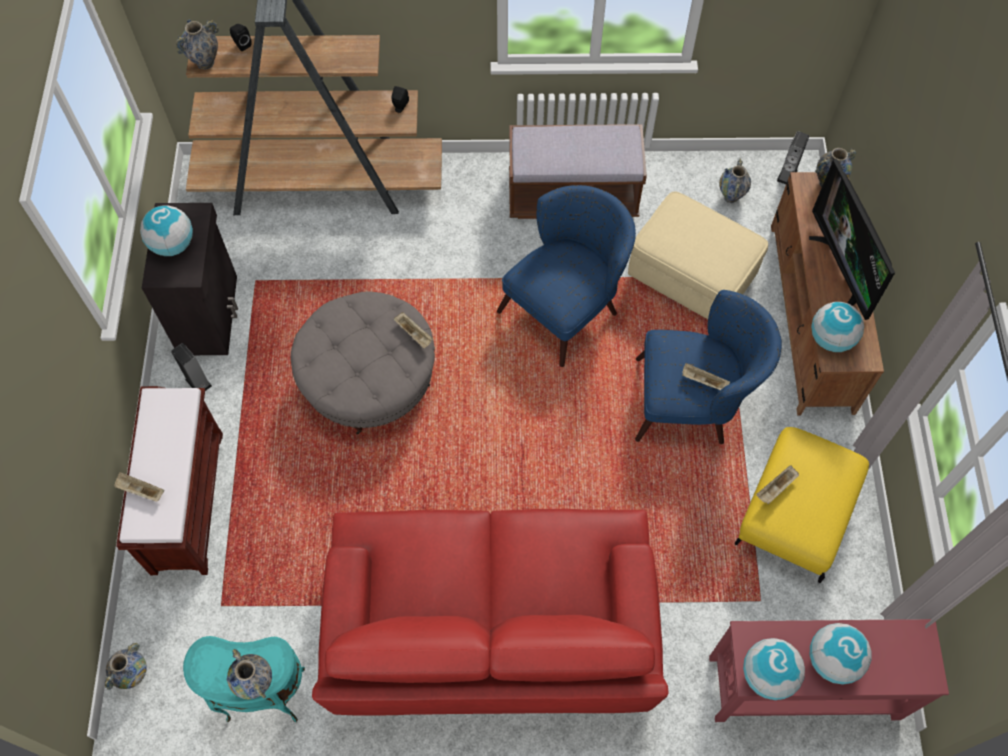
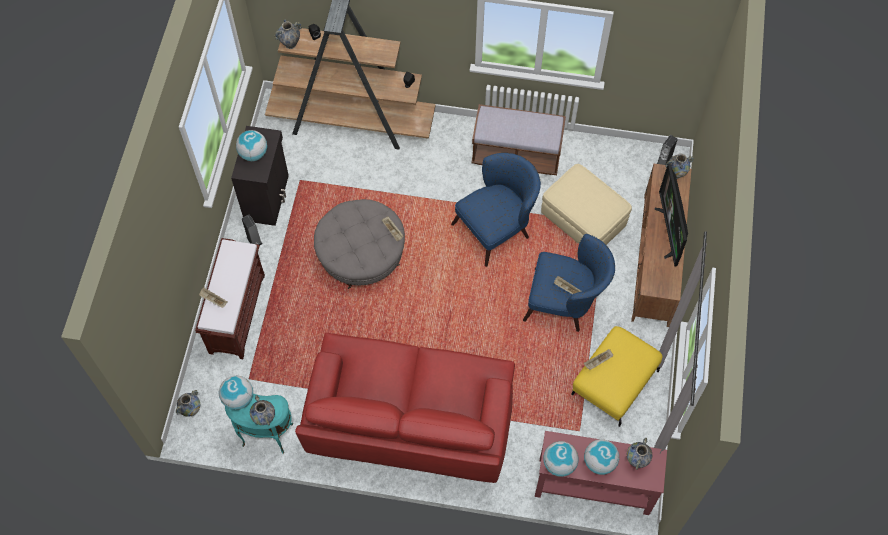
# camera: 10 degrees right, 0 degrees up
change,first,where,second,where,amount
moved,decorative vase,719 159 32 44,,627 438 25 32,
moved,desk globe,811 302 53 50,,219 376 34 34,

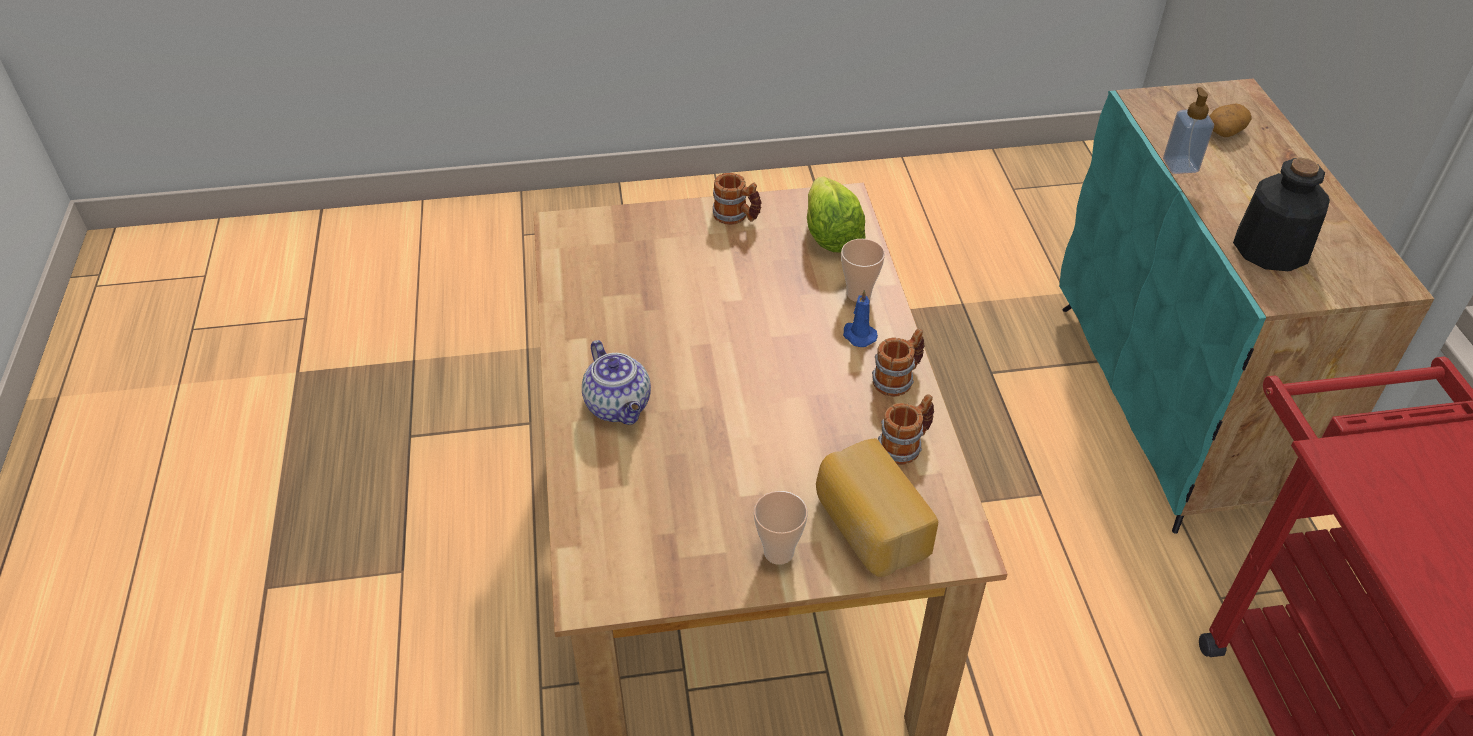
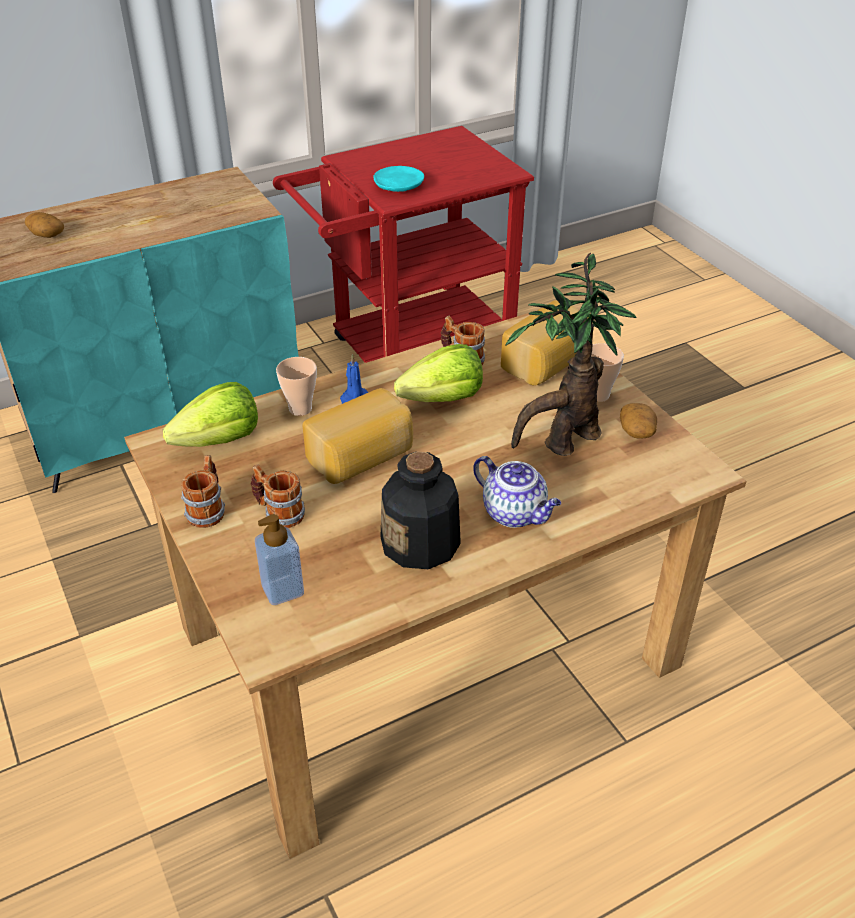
# camera: 110 degrees left, 5 degrees down
change,first,where,second,where,amount
turned,tea pot,582 340 69 85,,473 456 88 72,90 degrees clockwise
moved,coffee mug,872 328 52 69,,251 464 54 64,
moved,soap dispenser,1163 87 51 87,,255 514 49 91,
moved,bottle,1233 158 97 113,,380 451 81 118,
added,,,bread,303 388 110 96,
added,,,turquoise flat dish,373 166 51 26,
added,,,head of lettuce,394 344 89 58,
added,,,houseplant,506 252 130 204,
added,,,whole potato,620 403 37 36,

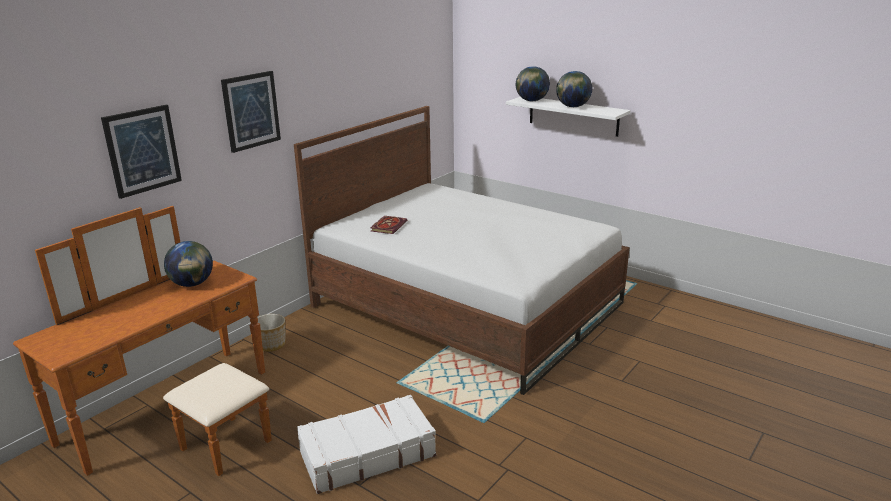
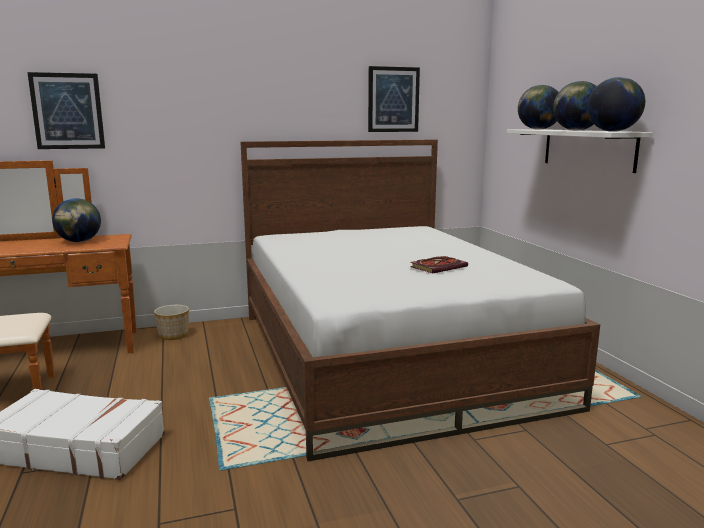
# camera: 35 degrees right, 10 degrees down
change,first,where,second,where,amount
moved,picture,221 71 60 82,,368 66 52 66,
moved,book,371 216 36 18,,410 256 58 18,
added,,,desk globe,587 77 58 55,

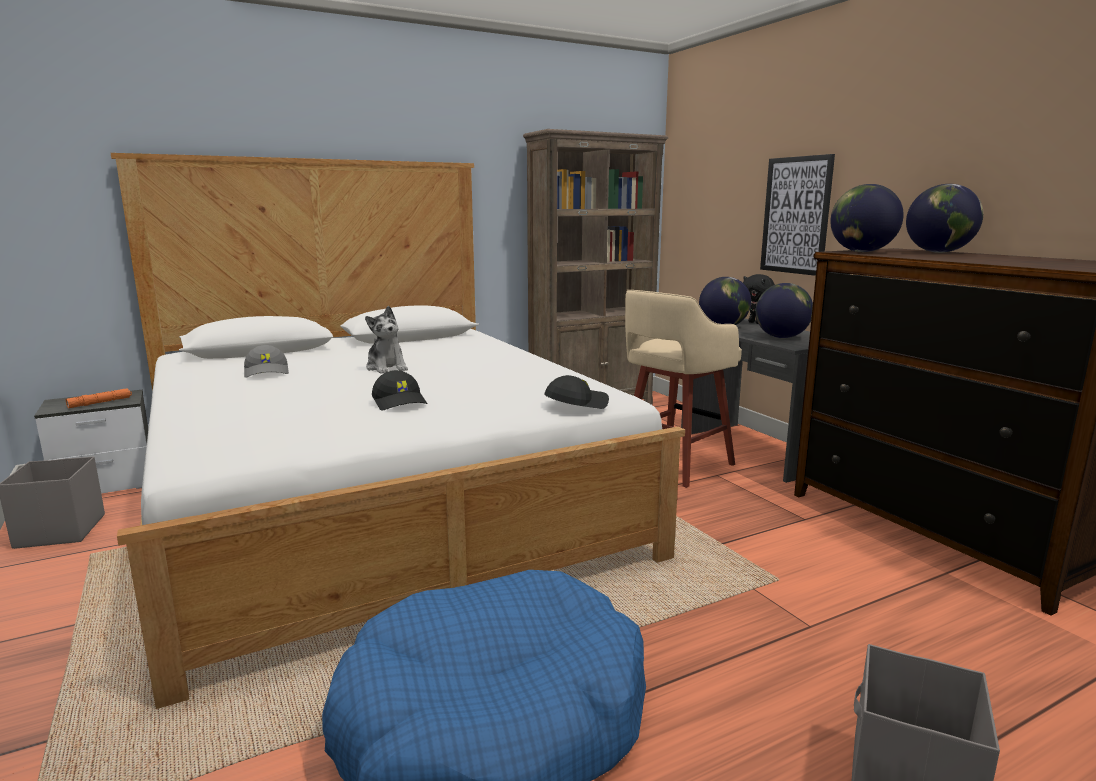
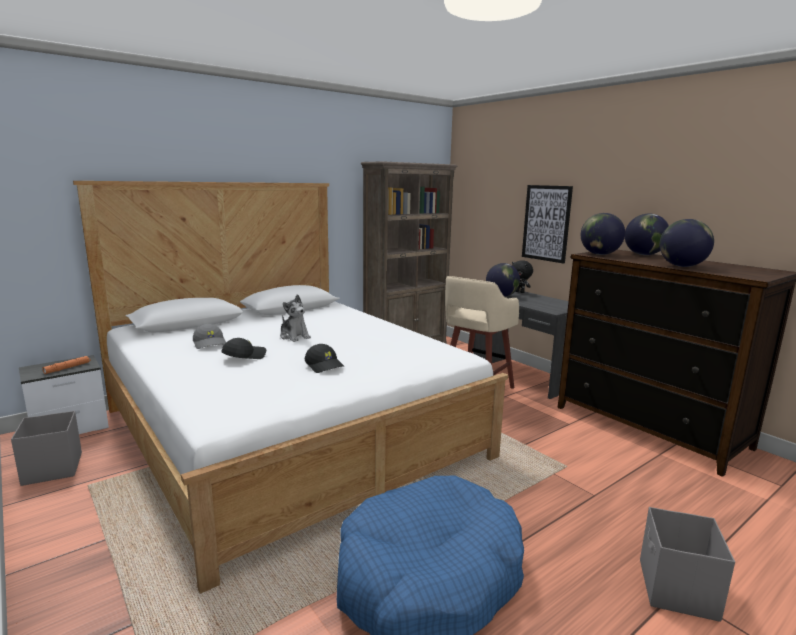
# camera: 10 degrees left, 0 degrees up
change,first,where,second,where,amount
moved,black cap,544 375 65 34,,221 338 45 21,
moved,desk globe,756 283 57 55,,660 219 54 48,

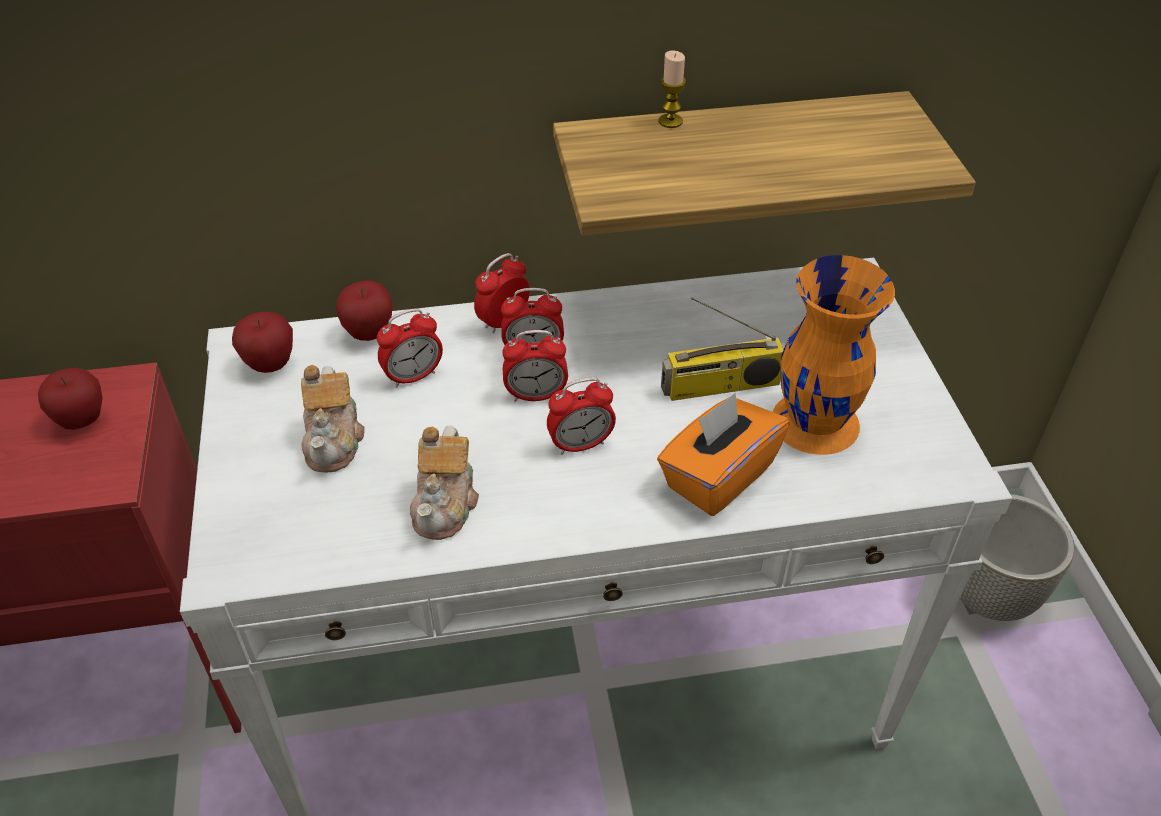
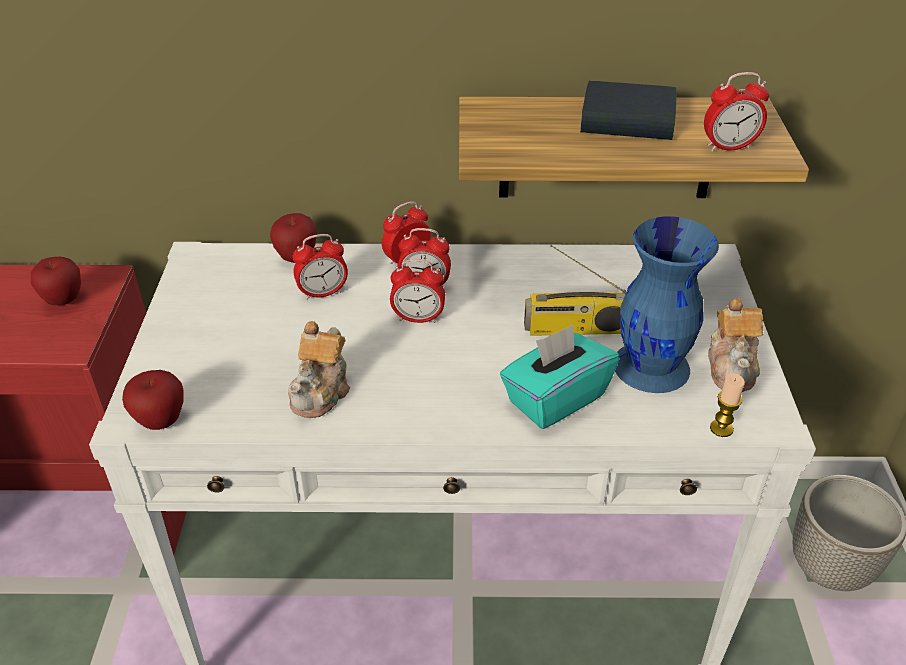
# camera: 10 degrees right, 5 degrees down
change,first,where,second,where,amount
moved,whole apple,232 312 61 61,,122 370 62 60,
moved,tea pot,301 365 64 107,,708 298 55 94,
moved,bedside clock,547 378 69 77,,704 72 65 80,
recoloured,orange-coloured tissue holder,657 393 133 123,turquoise tissue holder,500 324 119 105,
moved,wax light,659 50 27 78,,710 373 35 64,
recoloured,orange-coloured decorative vase,773 255 122 200,blue decorative vase,615 216 104 177,
added,,,book,580 81 97 59,

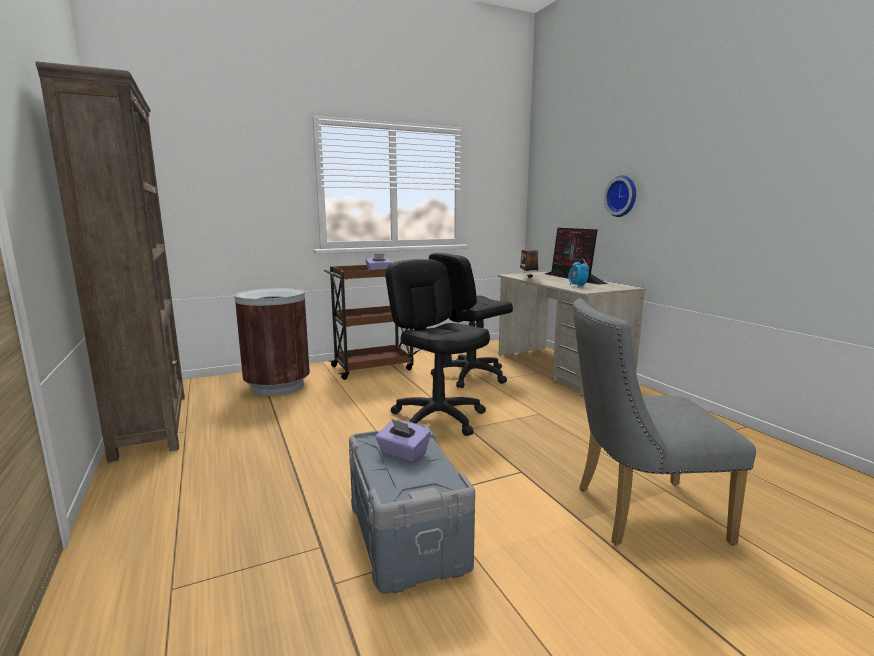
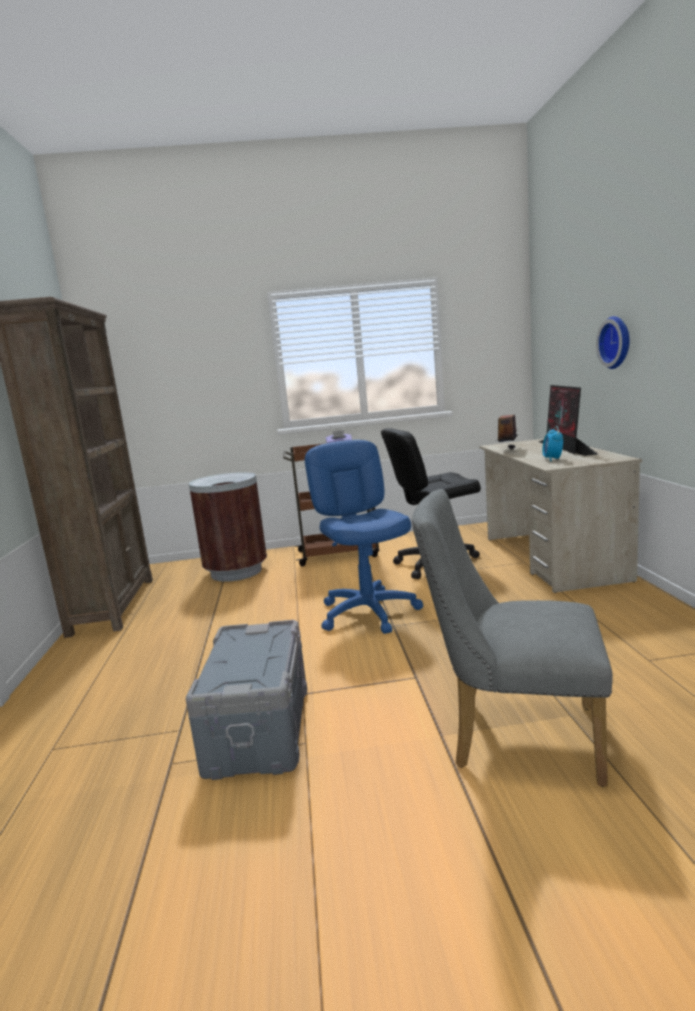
# camera: 20 degrees right, 0 degrees up
change,first,where,second,where,amount
removed,purple tissue holder,376 418 55 45,,,
recoloured,black desk chair,385 259 105 177,blue desk chair,305 440 118 194,

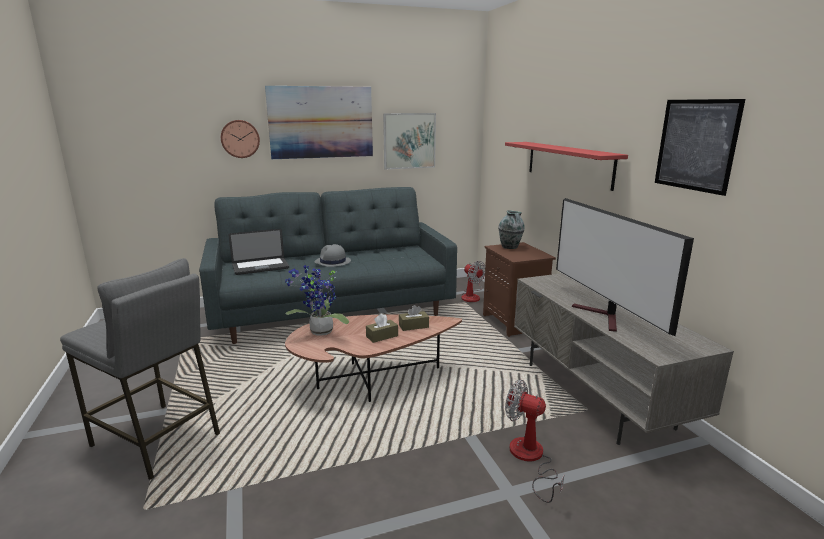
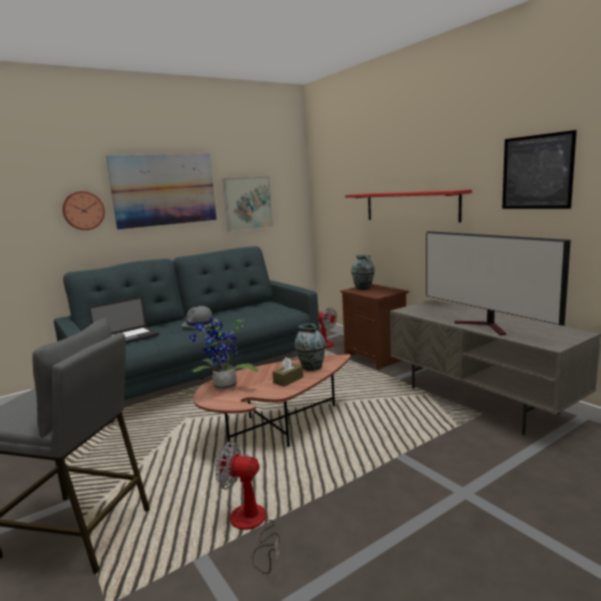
# camera: 15 degrees left, 5 degrees down
change,first,where,second,where,amount
replaced,brown tissue holder,399 305 30 26,decorative vase,295 323 31 48,
moved,electric fan,505 380 59 123,,215 441 65 133,

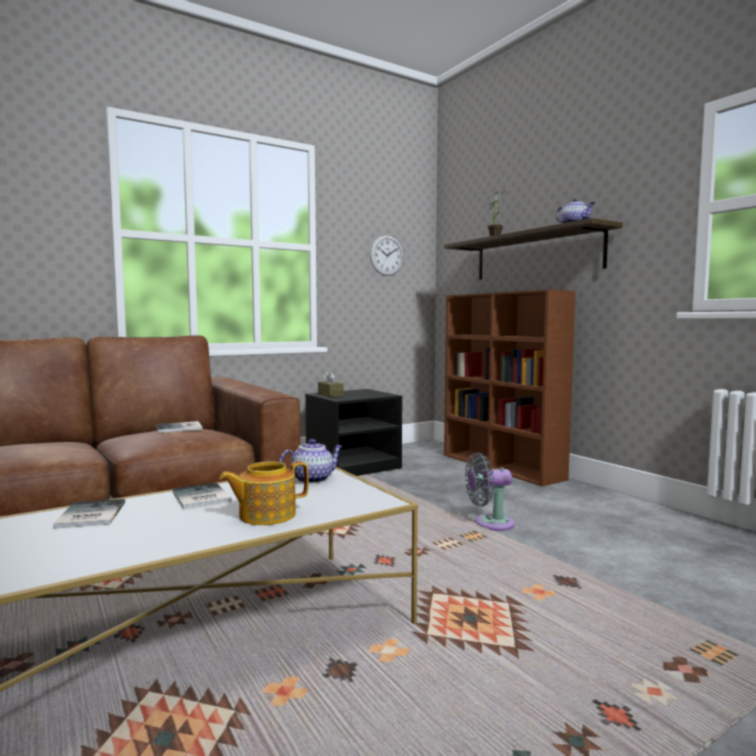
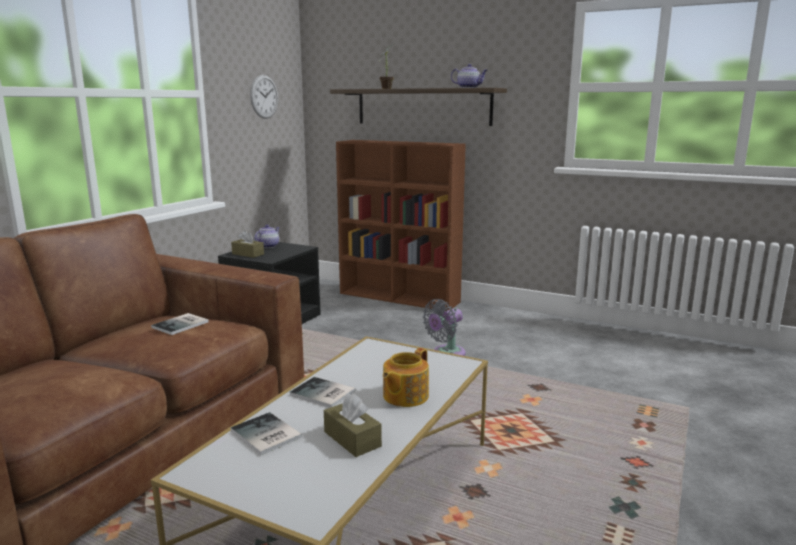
# camera: 30 degrees left, 10 degrees up
change,first,where,second,where,amount
moved,tea pot,279 439 64 44,,254 225 26 23,
added,,,brown tissue holder,324 393 58 64,

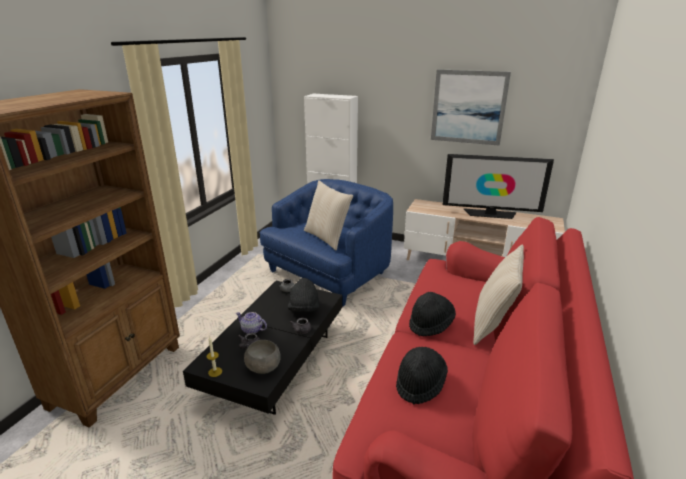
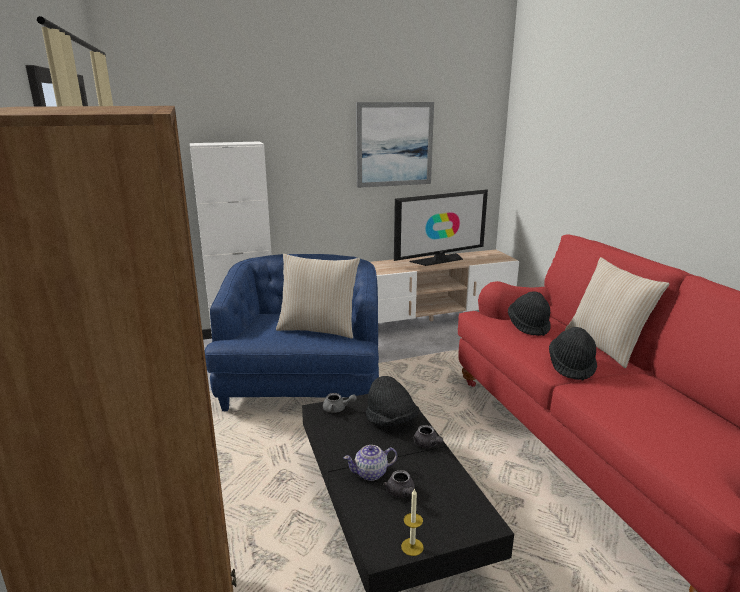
# camera: 40 degrees left, 5 degrees down
change,first,where,second,where,amount
removed,grey deep dish,244 340 37 34,,,
moved,black hat,396 347 52 57,,508 291 43 45,

